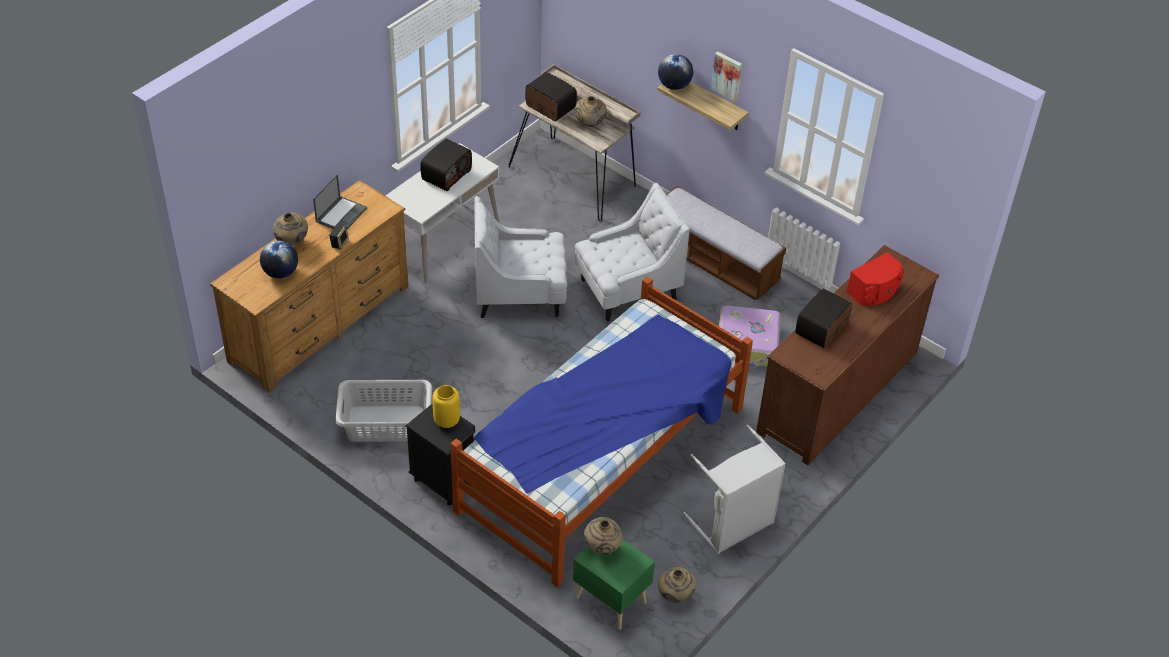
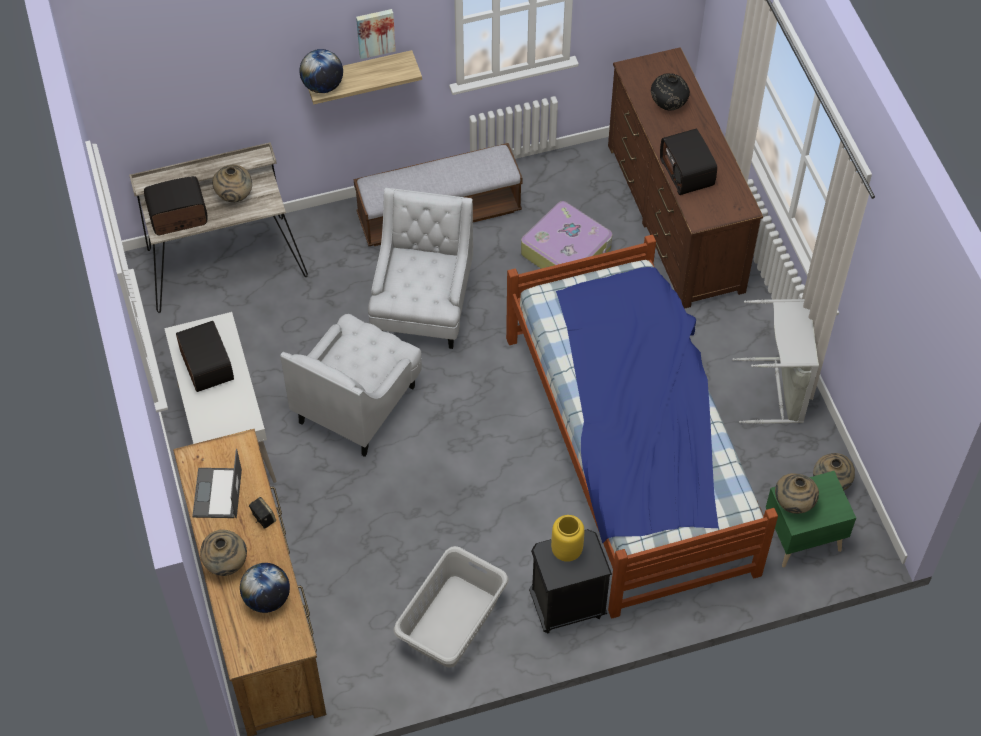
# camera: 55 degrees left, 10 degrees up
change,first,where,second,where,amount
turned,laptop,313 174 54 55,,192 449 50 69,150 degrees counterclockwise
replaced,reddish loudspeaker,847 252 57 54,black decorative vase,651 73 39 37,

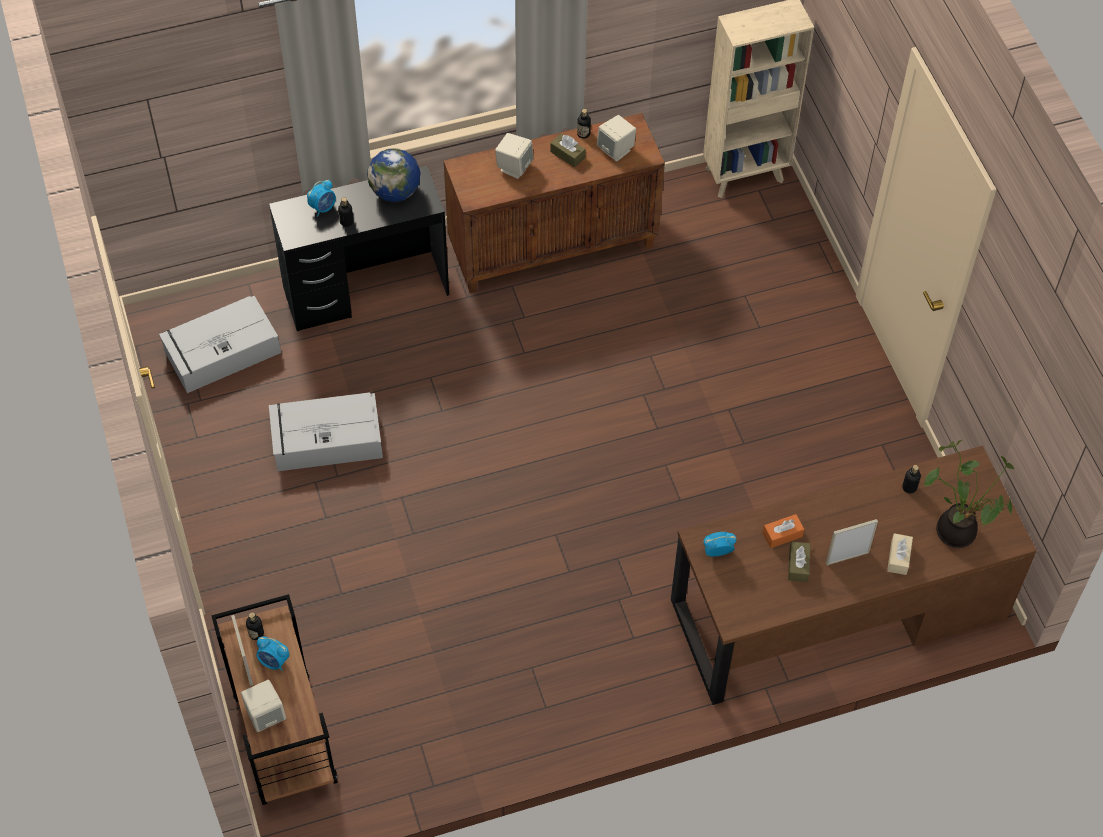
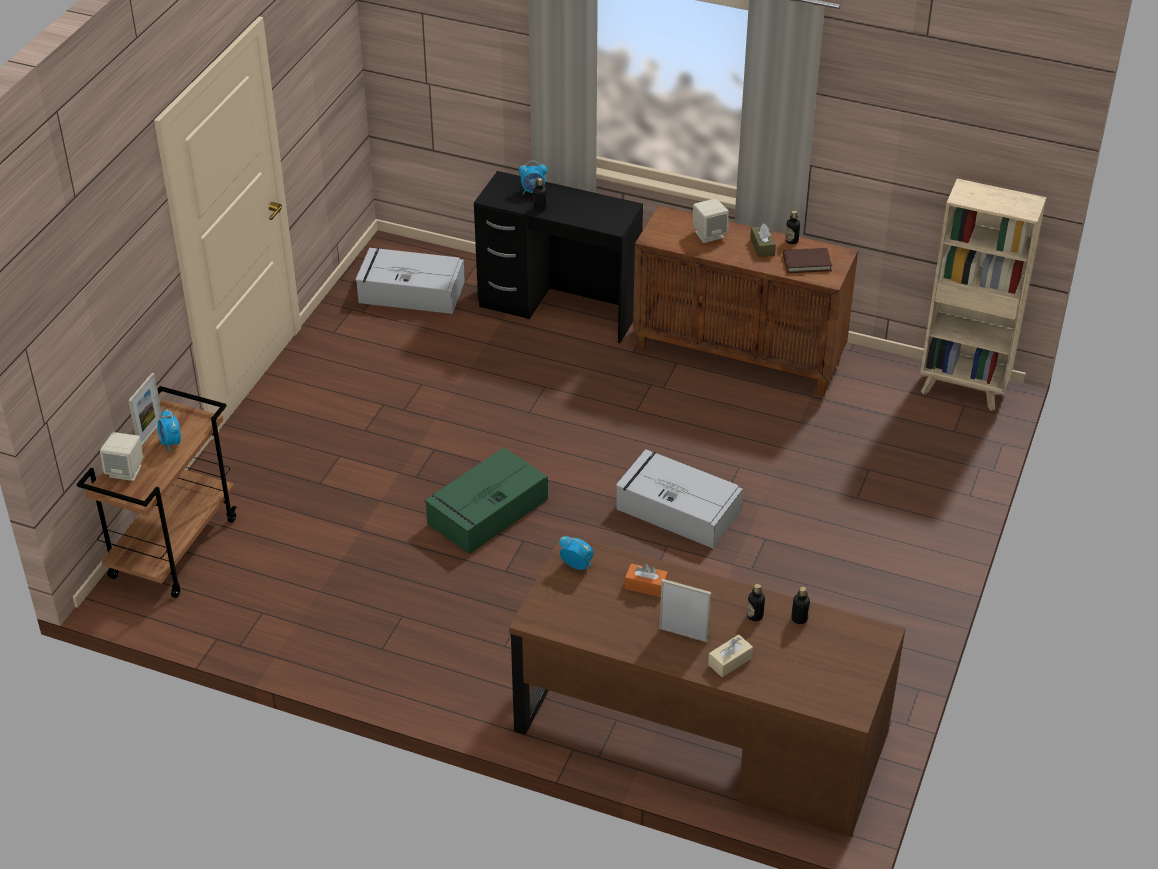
# camera: 40 degrees right, 15 degrees down
change,first,where,second,where,amount
moved,bottle,246 612 18 28,,747 584 18 37,
moved,grey storage box,269 392 114 79,,616 449 127 99,
removed,desk globe,367 148 54 54,,,
replaced,beige loudspeaker,597 115 39 47,brown book,783 248 49 25,
removed,brown tissue holder,788 542 23 40,,,
removed,houseplant,924 440 90 108,,,
added,,,green storage box,425 448 123 106,

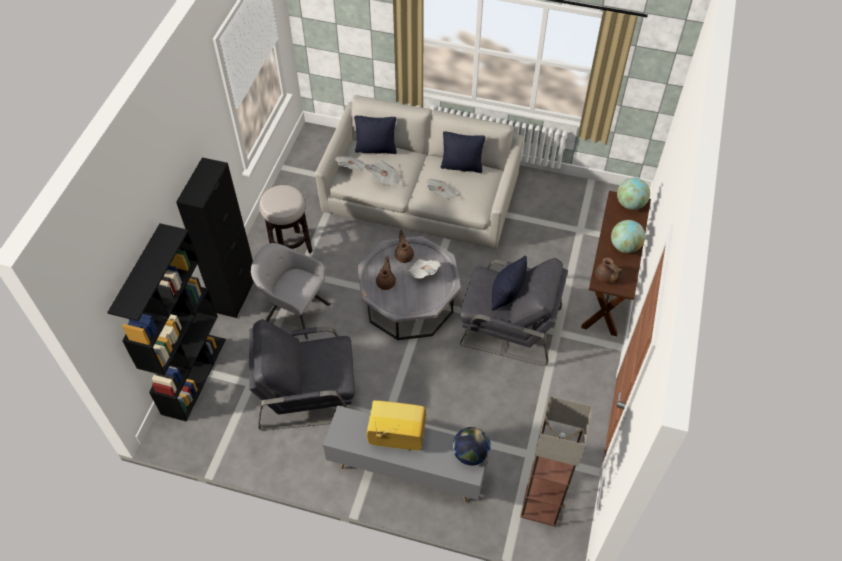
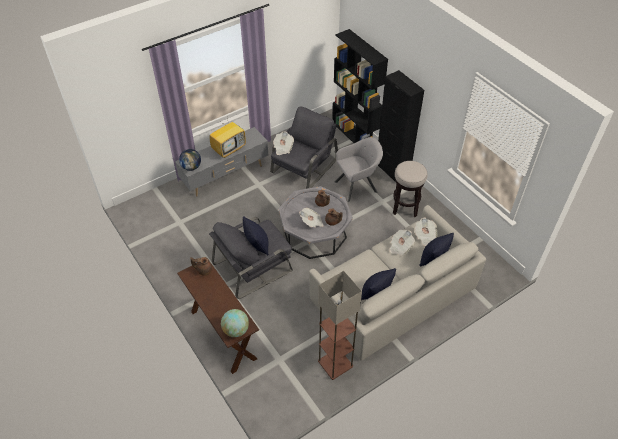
# camera: 130 degrees right, 5 degrees down
change,first,where,second,where,amount
moved,newspaper,426 179 32 20,,273 131 21 24,
moved,standing lamp,520 396 73 131,,318 271 44 109,
removed,desk globe,611 220 34 33,,,

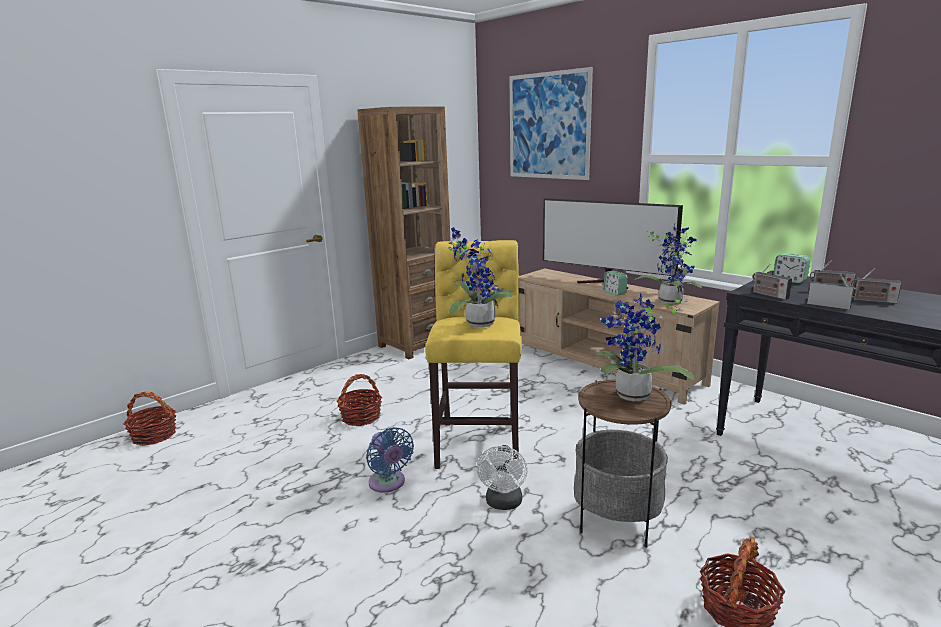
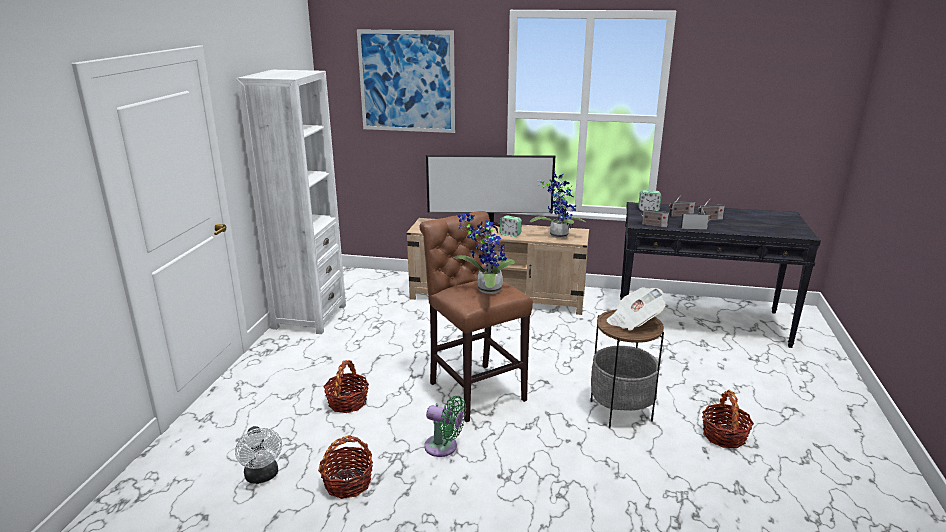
# camera: 35 degrees left, 5 degrees up
change,first,where,second,where,amount
moved,household basket,123 391 53 55,,318 436 55 63,
recoloured,brown bookshelf,357 107 94 252,whitish bookshelf,237 70 109 264,
recoloured,blue electric fan,366 427 48 66,green electric fan,424 396 42 61,
recoloured,yellow-coloured stool,425 240 97 229,brown stool,420 211 113 211,
moved,whitish electric fan,477 445 50 65,,235 426 47 58,
replaced,houseplant,595 293 100 108,newspaper,607 287 59 43,

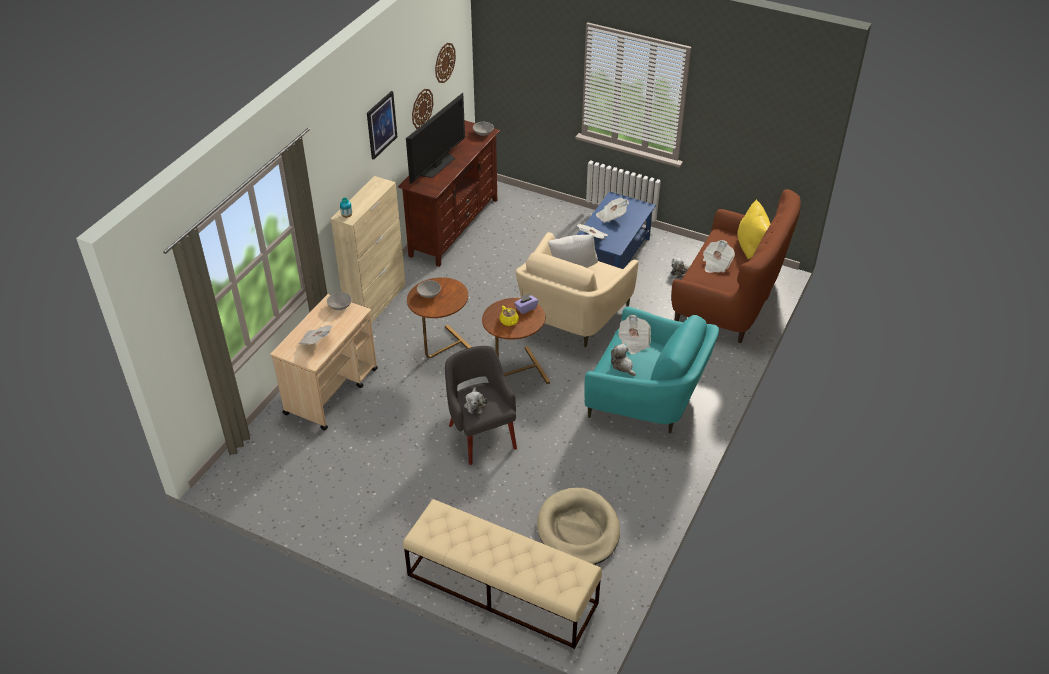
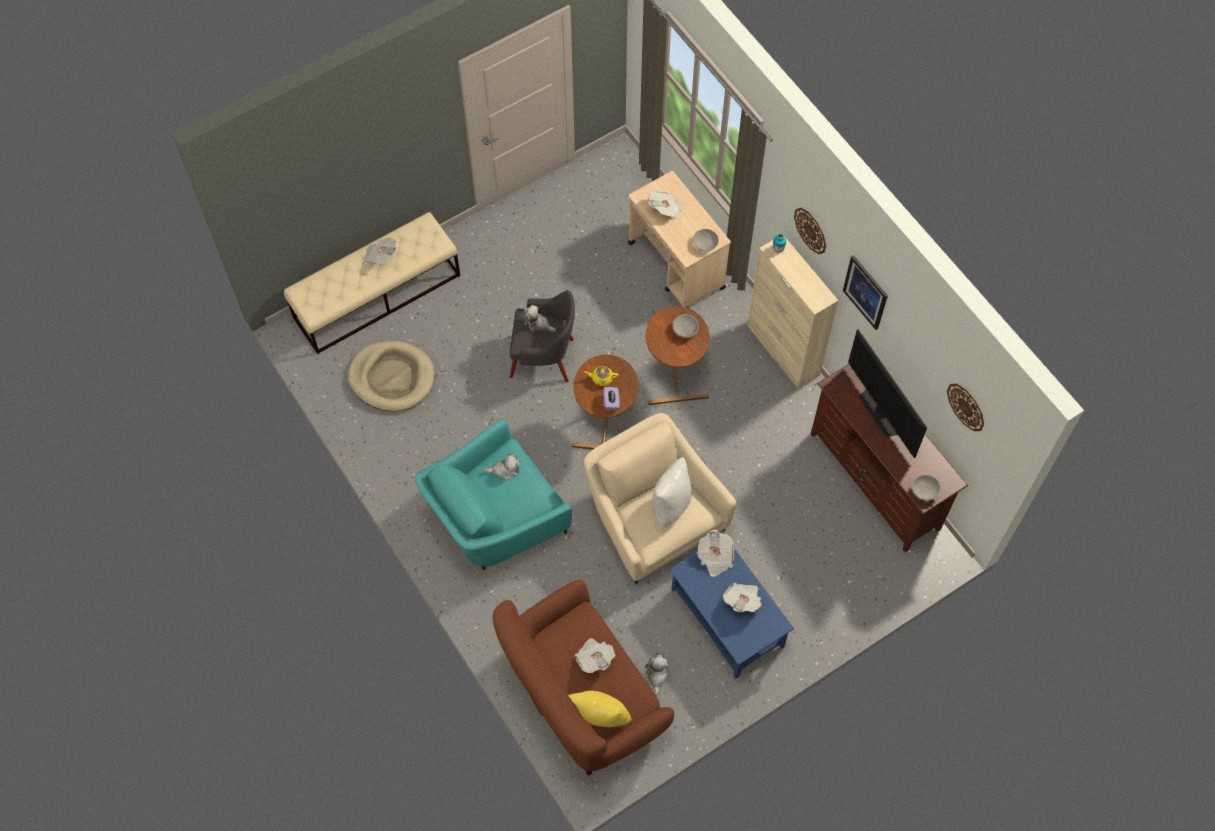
# camera: 120 degrees right, 20 degrees up
change,first,where,second,where,amount
moved,clock on the wall,412 89 21 40,,794 208 32 46,
moved,newspaper,618 315 33 39,,364 238 32 27,

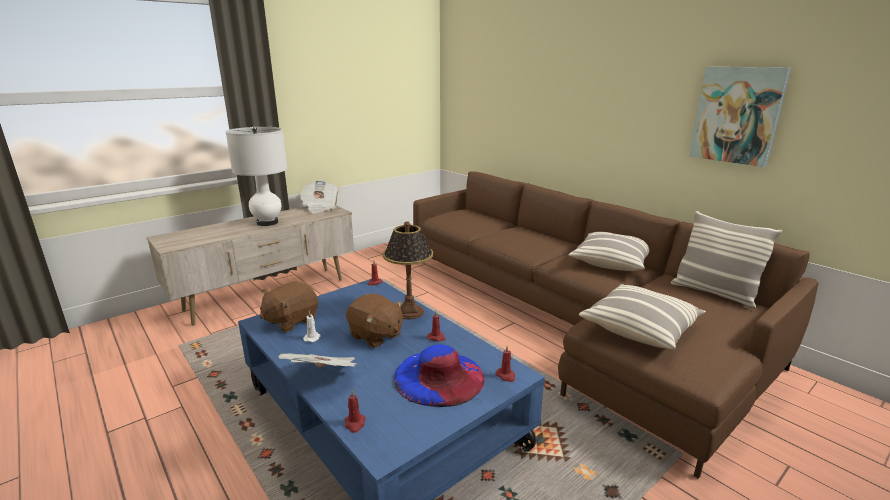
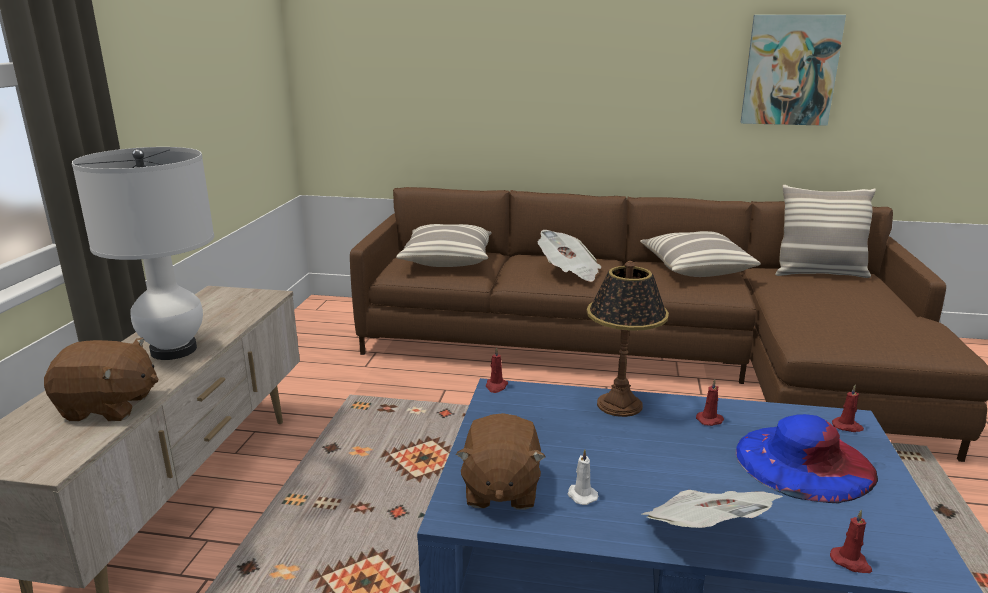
# camera: 40 degrees left, 0 degrees up
change,first,where,second,where,amount
moved,newspaper,300 180 40 34,,537 230 65 52,
moved,brown plush toy,346 294 57 54,,44 338 115 83,
moved,pillow,579 284 127 65,,396 224 96 43,

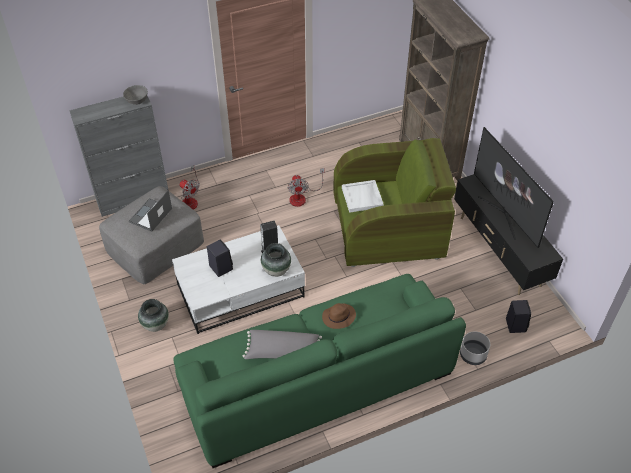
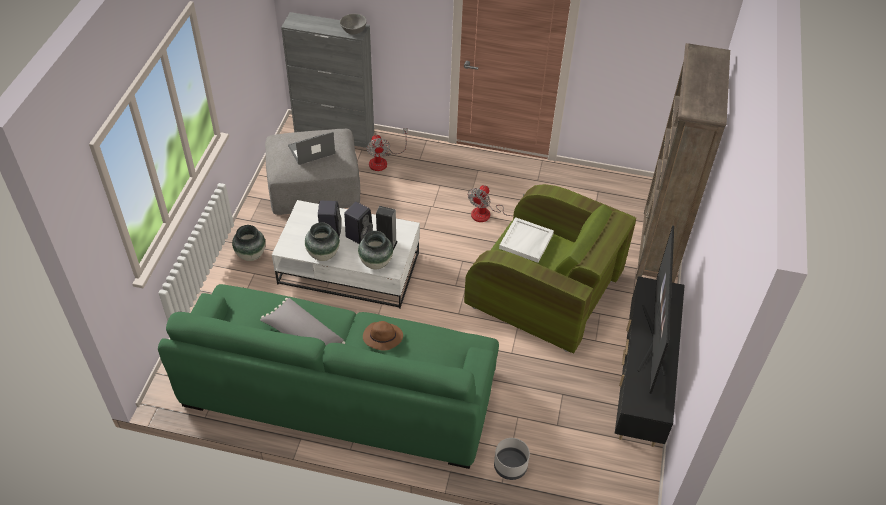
# camera: 35 degrees right, 0 degrees up
change,first,where,second,where,amount
moved,black loudspeaker,506 300 25 33,,344 202 29 42,
added,,,decorative vase,305 222 35 39,

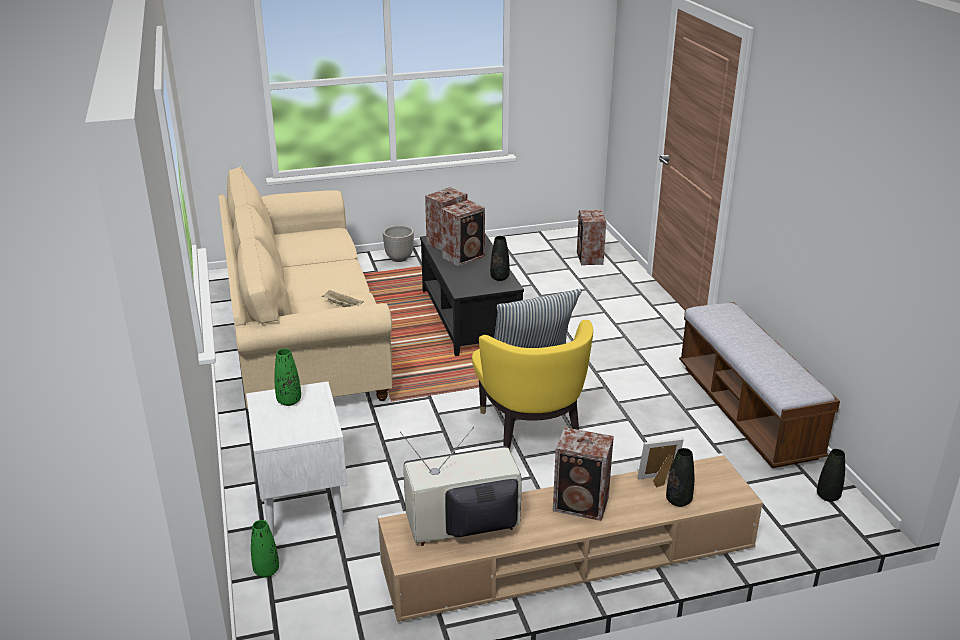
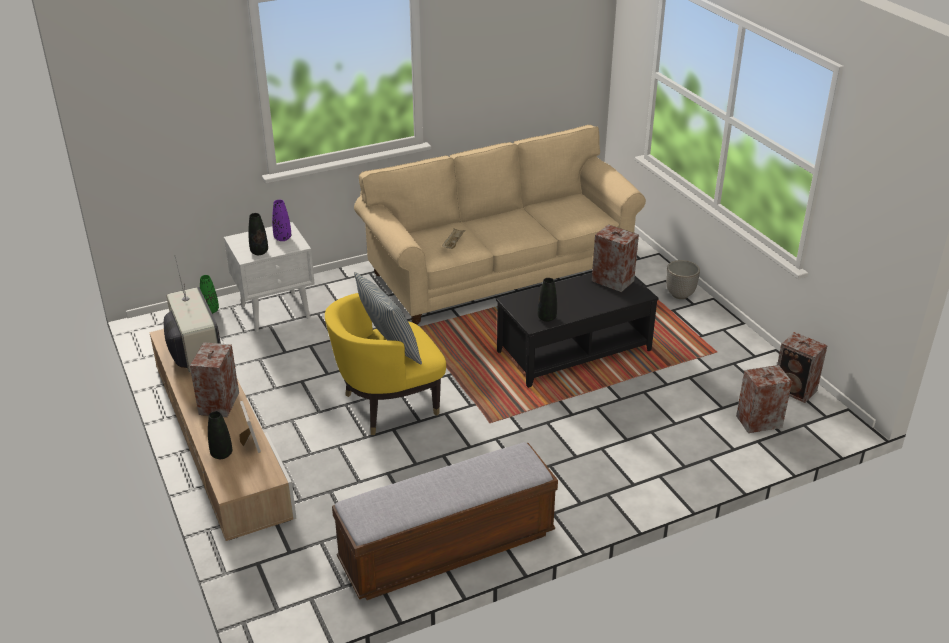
# camera: 80 degrees right, 5 degrees up
change,first,where,second,where,amount
recoloured,green decorative vase,274 348 27 58,purple decorative vase,272 200 19 41,
moved,loudspeaker,441 200 44 66,,777 332 51 71,
moved,black decorative vase,817 449 28 53,,248 213 20 42,

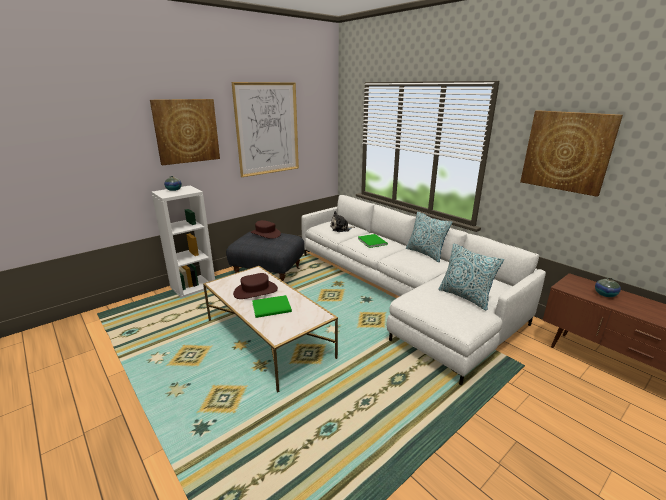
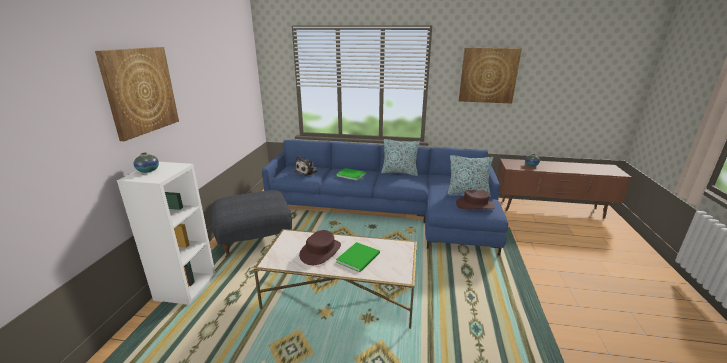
# camera: 40 degrees left, 0 degrees up
change,first,where,second,where,amount
removed,picture,232 82 67 95,,,
moved,brown hat,251 220 30 19,,456 190 39 19,
recoloured,whitish couch,301 195 245 190,blue couch,262 140 246 115,

